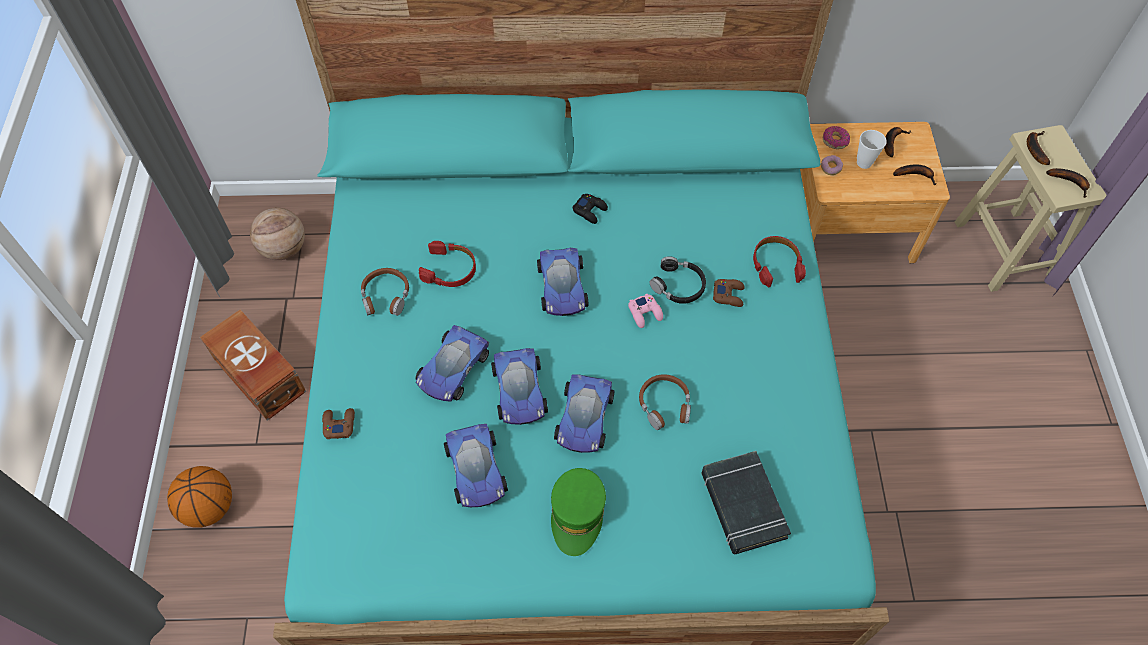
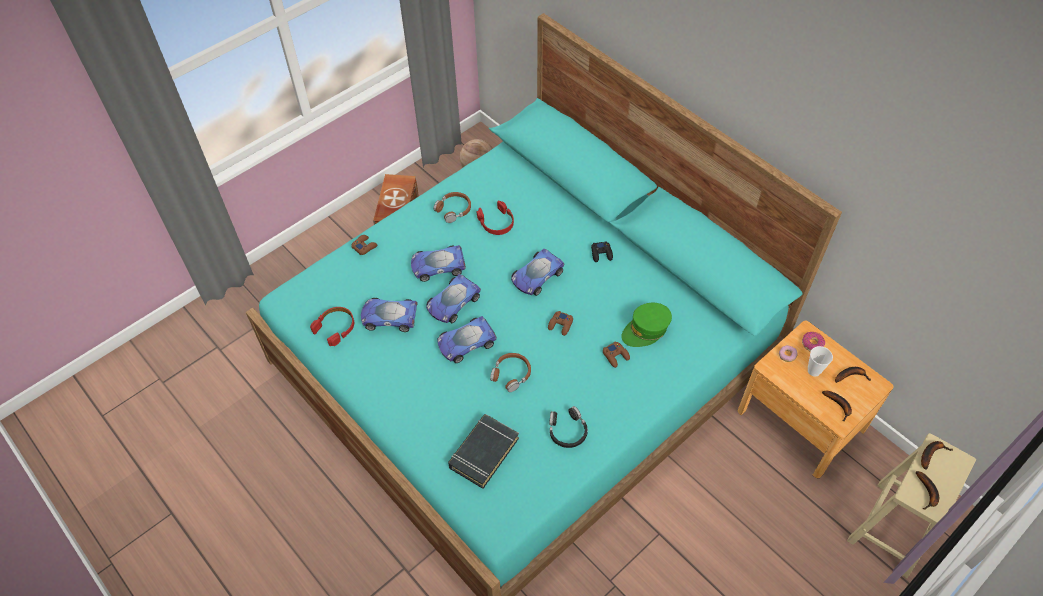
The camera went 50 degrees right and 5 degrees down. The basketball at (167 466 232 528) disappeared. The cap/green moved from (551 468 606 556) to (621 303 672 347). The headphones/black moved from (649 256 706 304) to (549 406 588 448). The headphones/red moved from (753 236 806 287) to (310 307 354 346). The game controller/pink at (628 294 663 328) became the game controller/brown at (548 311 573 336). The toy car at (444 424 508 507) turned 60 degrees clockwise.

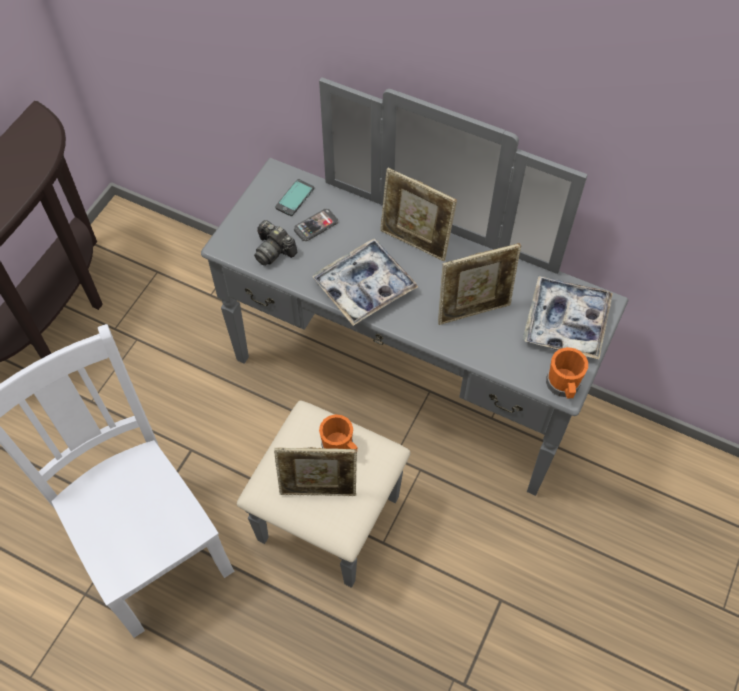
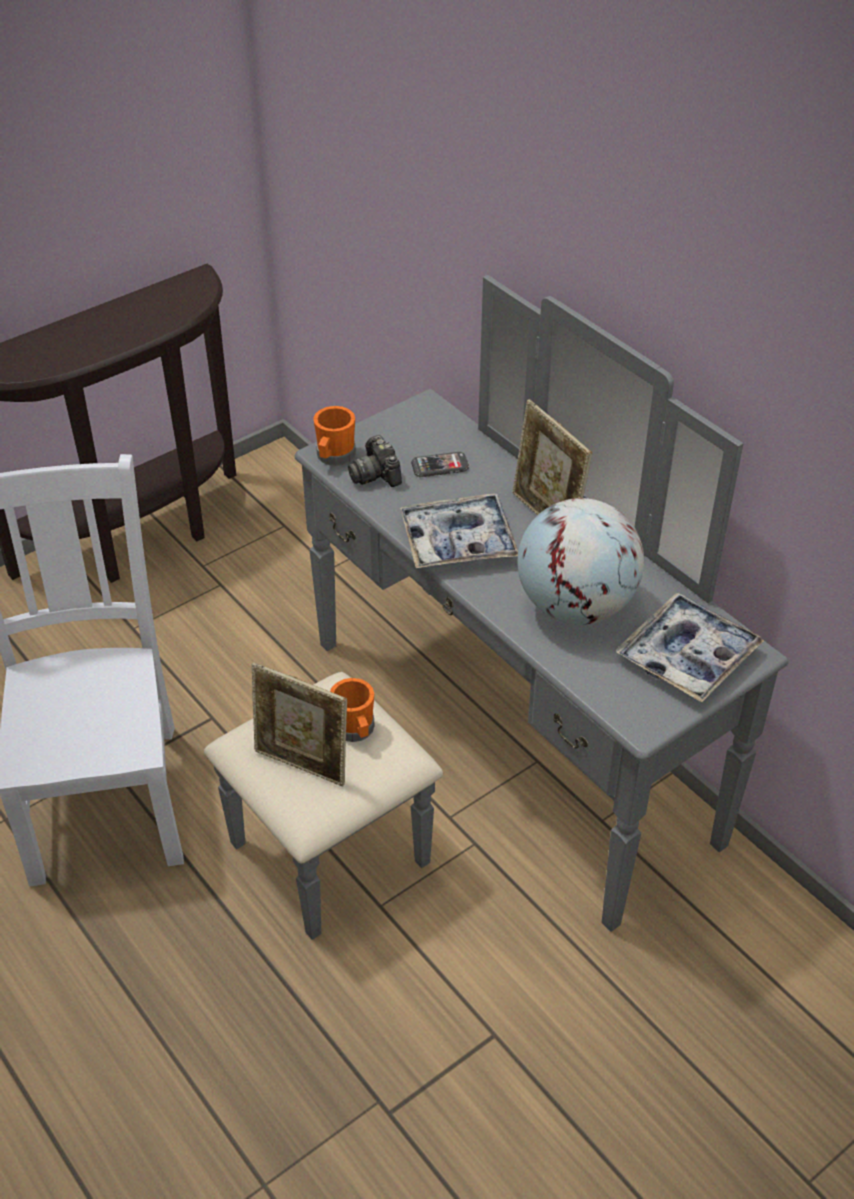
The camera went 25 degrees right and 15 degrees down. The phone at (275 179 314 216) disappeared. The mug/orange moved from (546 347 588 399) to (313 406 356 466). The picture frame at (438 243 521 325) was replaced by the globe at (517 498 644 625).

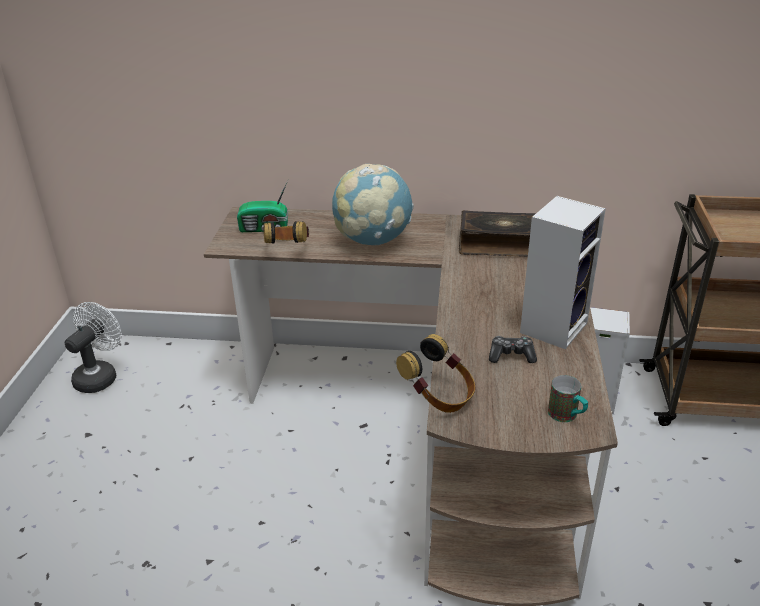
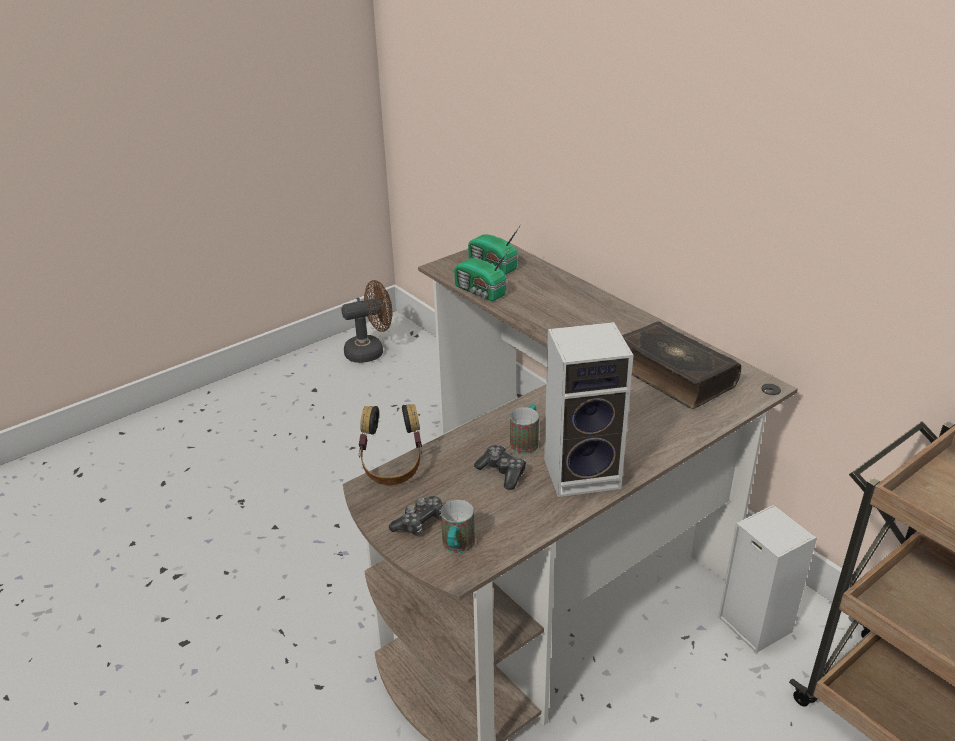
The camera went 45 degrees right and 0 degrees up. The globe at (332 164 414 245) disappeared. The game controller at (389 496 443 536) appeared. The mug at (510 404 539 454) appeared. The headphones at (264 221 309 244) was replaced by the radio at (454 248 510 301). The fan/white at (65 302 122 393) became the fan/brown at (341 280 392 363).

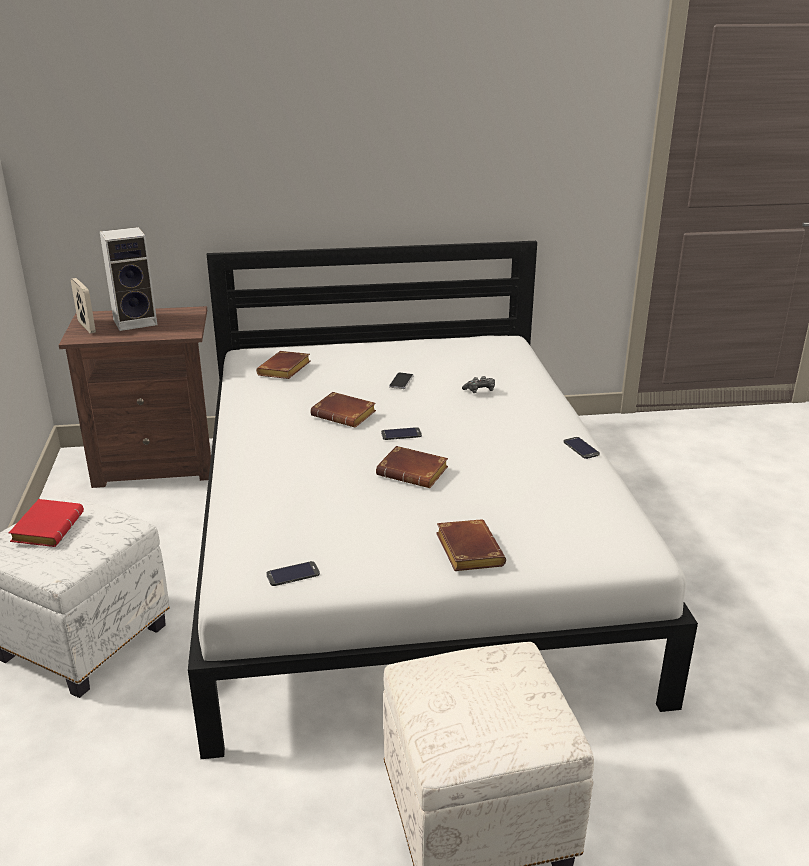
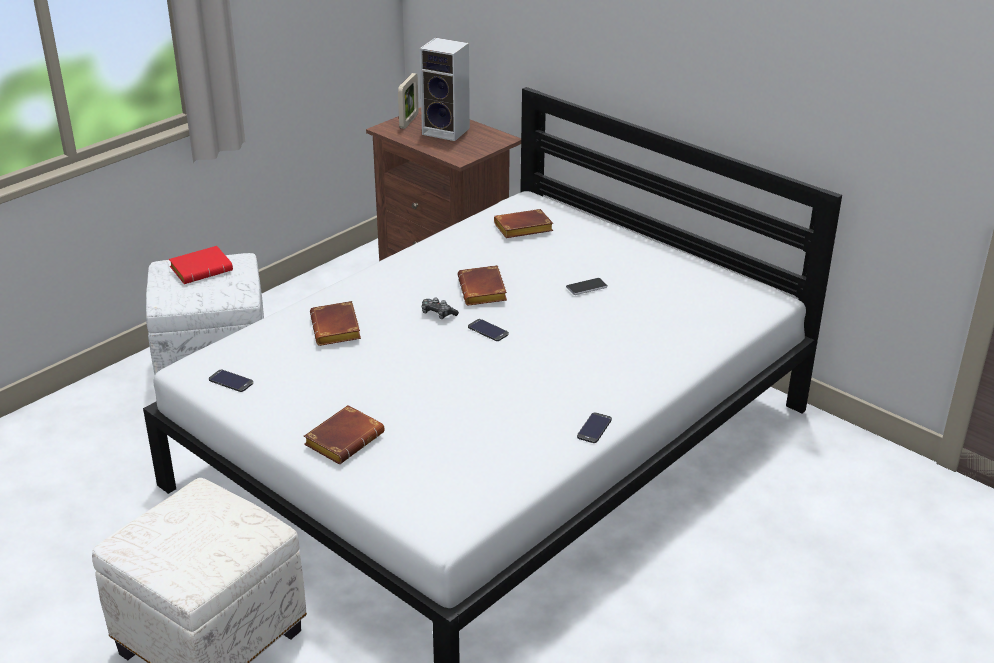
The camera went 50 degrees right and 5 degrees up. The book/brown moved from (376 446 448 488) to (310 301 361 346). The game controller moved from (462 376 495 393) to (422 297 459 319).

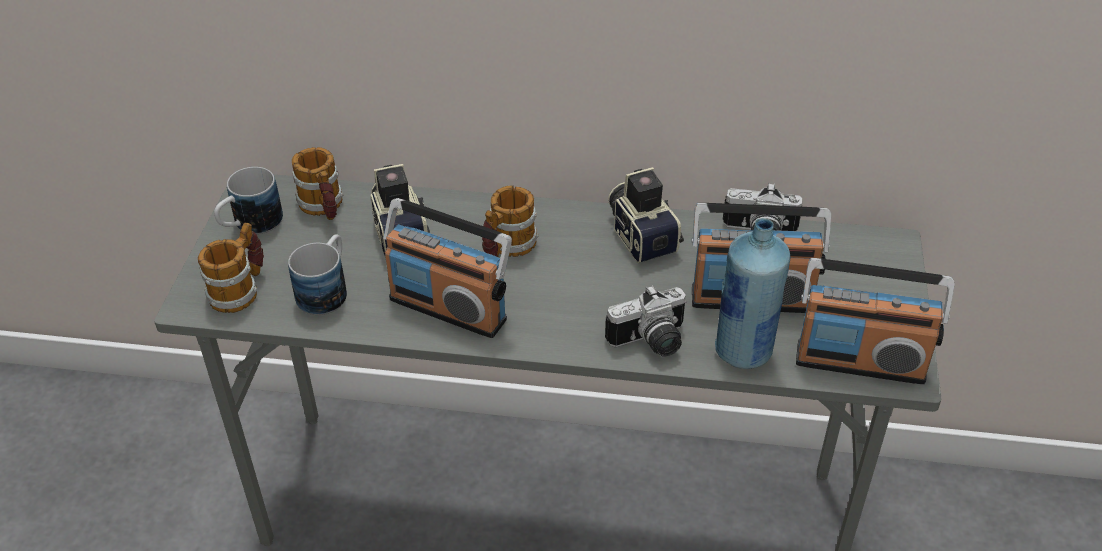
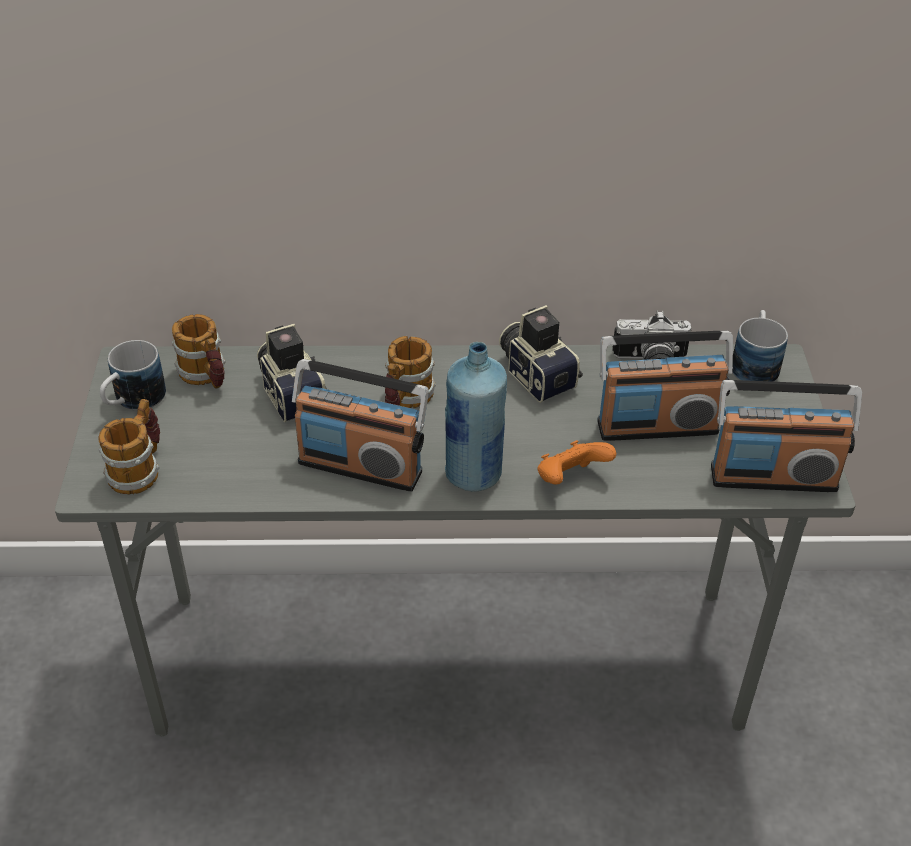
The camera went 10 degrees left and 0 degrees up. The mug moved from (288 234 347 315) to (733 310 788 382). The bottle/blue moved from (715 218 790 369) to (445 342 507 492). The photo camera at (605 285 686 357) was replaced by the game controller/orange at (538 440 616 485).

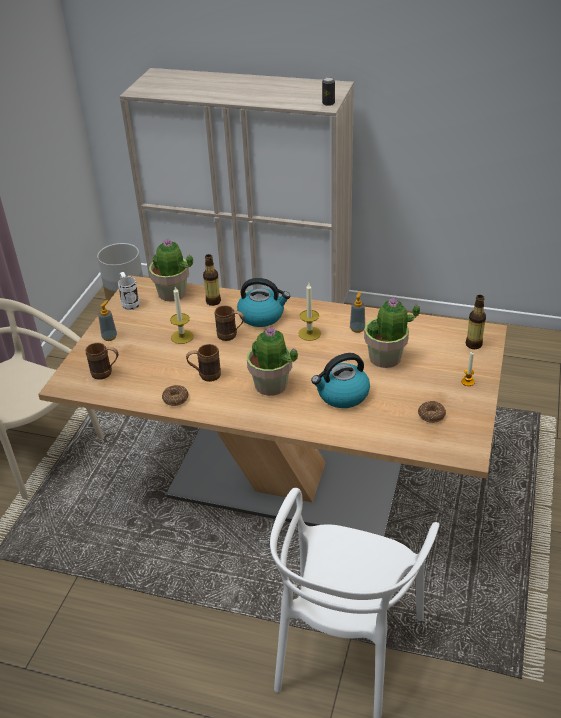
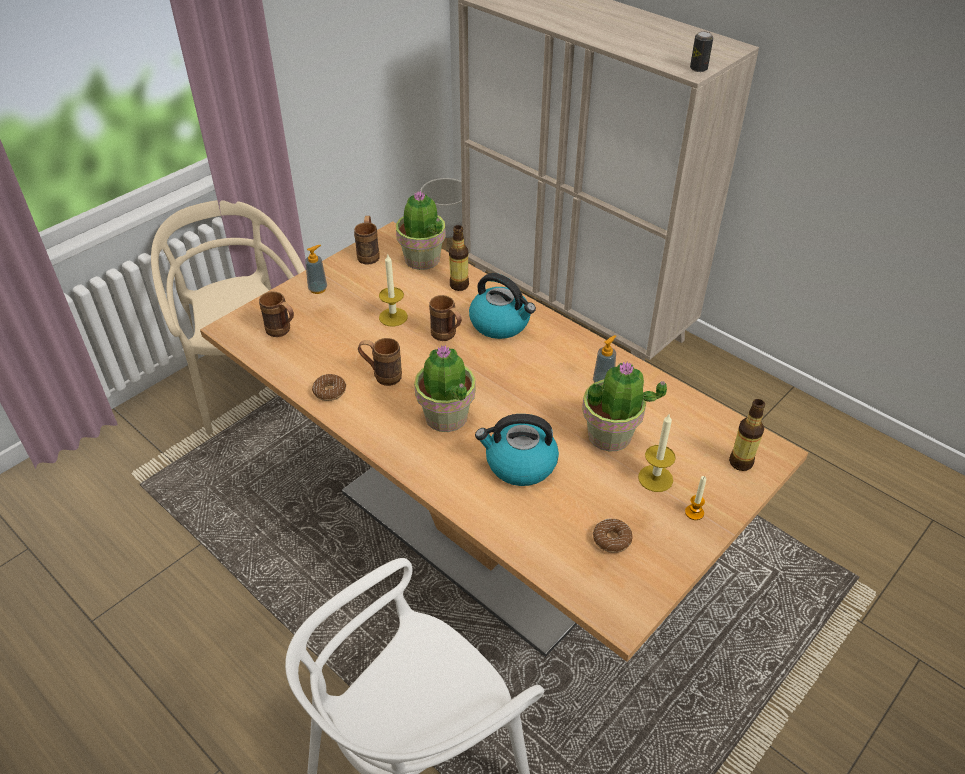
The camera went 25 degrees right and 5 degrees up. The candle moved from (298 283 321 341) to (638 413 676 492). The mug/white at (118 272 140 310) became the mug/brown at (354 216 380 265).

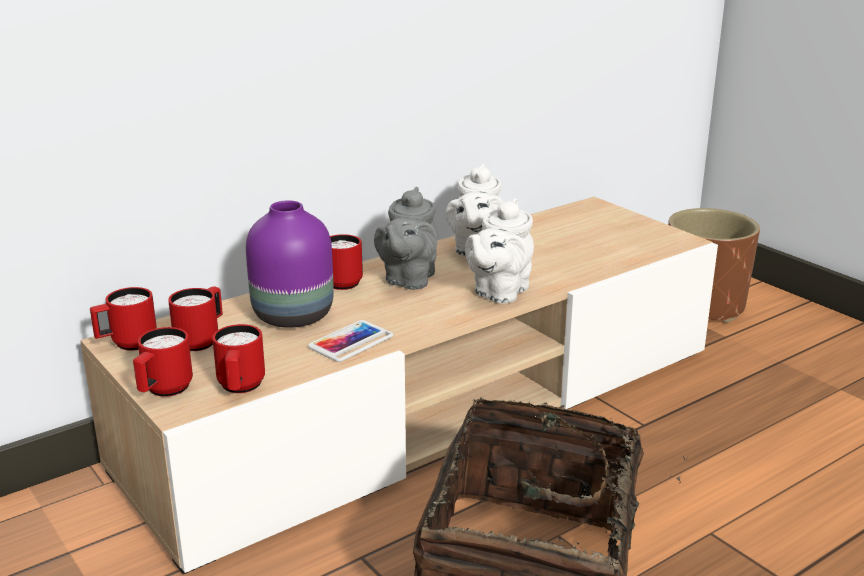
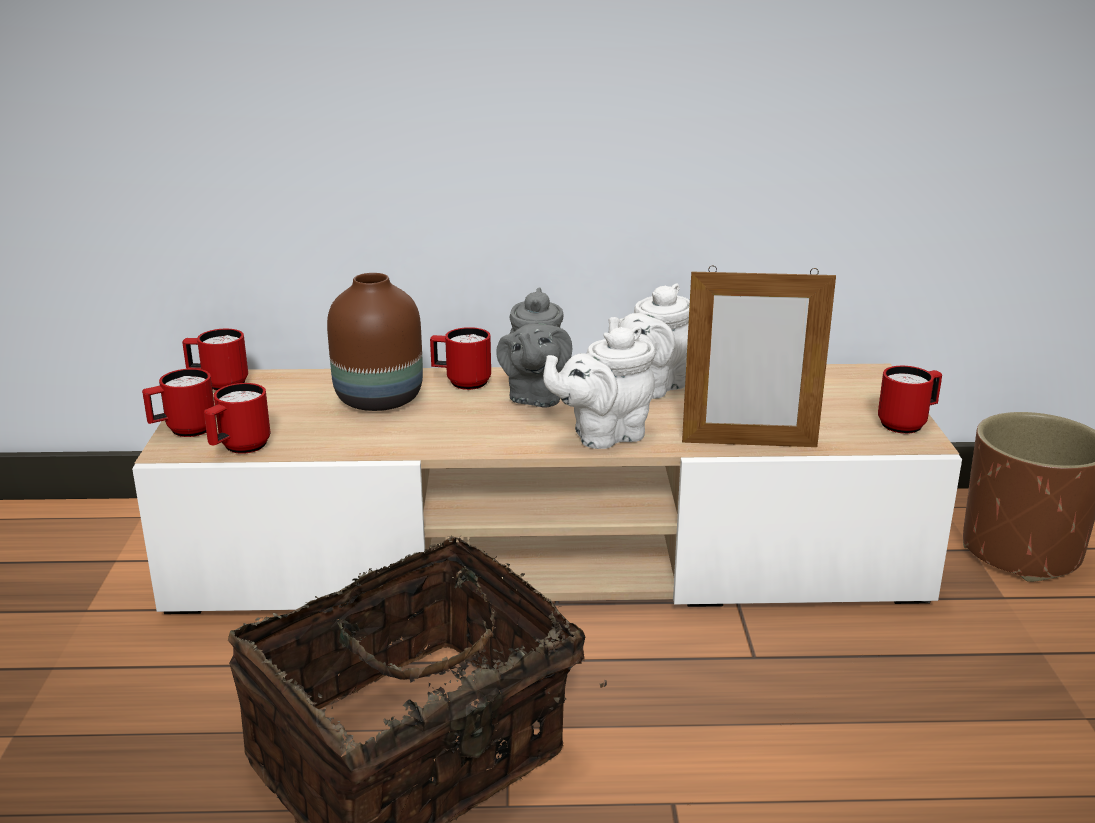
The camera went 35 degrees right and 0 degrees up. The phone at (308 320 393 362) disappeared. The picture frame at (682 265 836 447) appeared. The mug/red moved from (168 286 223 351) to (878 366 942 434). The vase/purple at (246 201 334 328) became the vase/brown at (327 273 423 411). The teapot/grey at (374 187 438 290) turned 45 degrees counterclockwise.

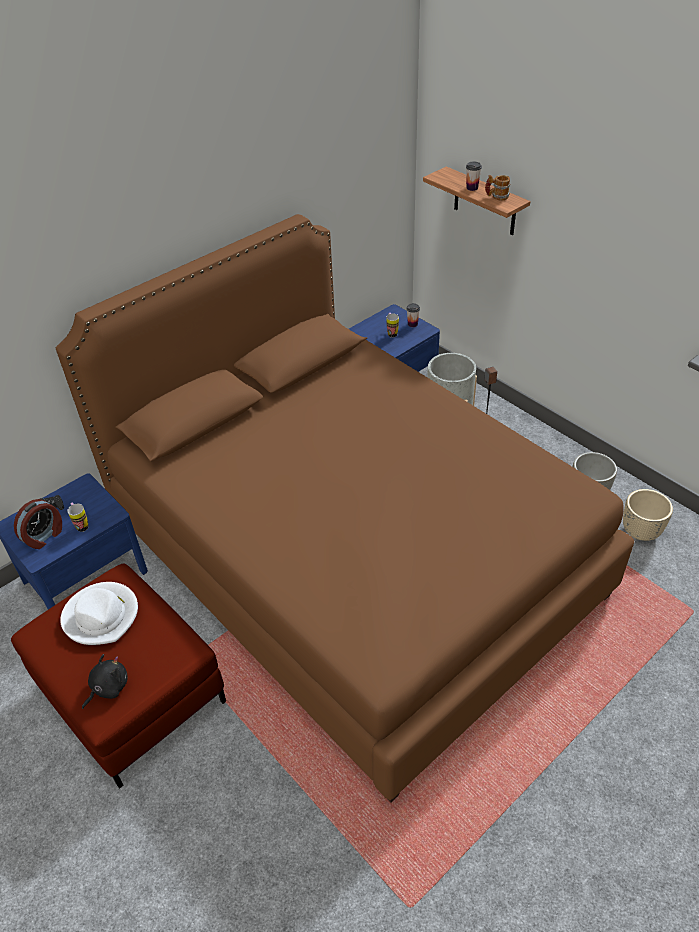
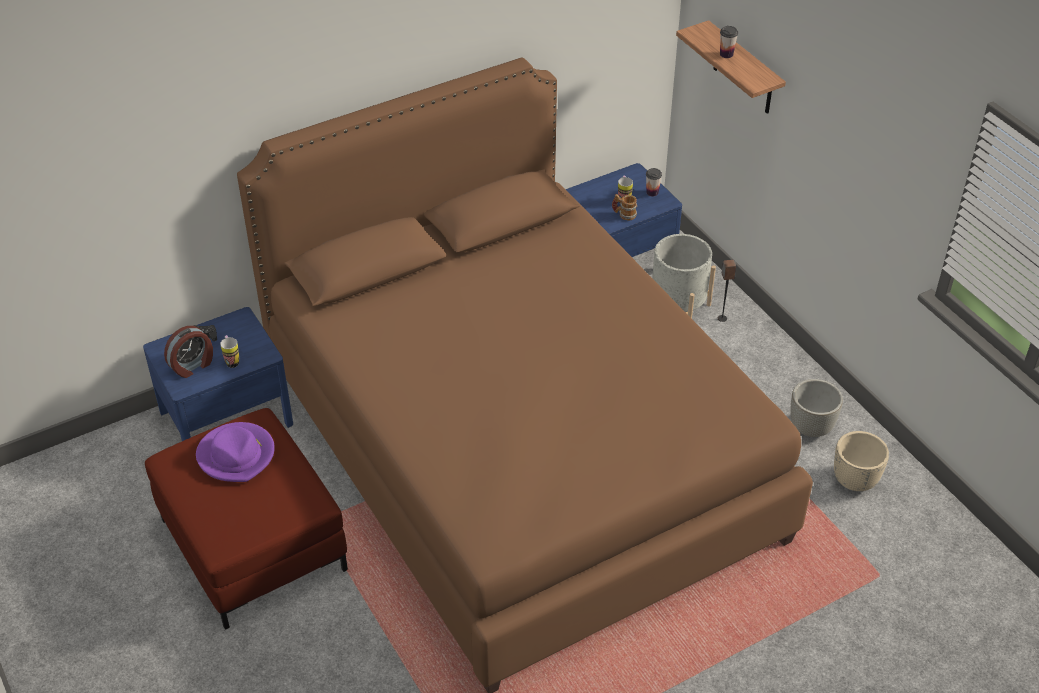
The camera went 10 degrees right and 0 degrees up. The plush toy/black at (82 654 128 709) disappeared. The mug moved from (485 175 510 201) to (612 194 637 221). The hat/white at (60 582 138 645) became the hat/purple at (196 422 275 482).

